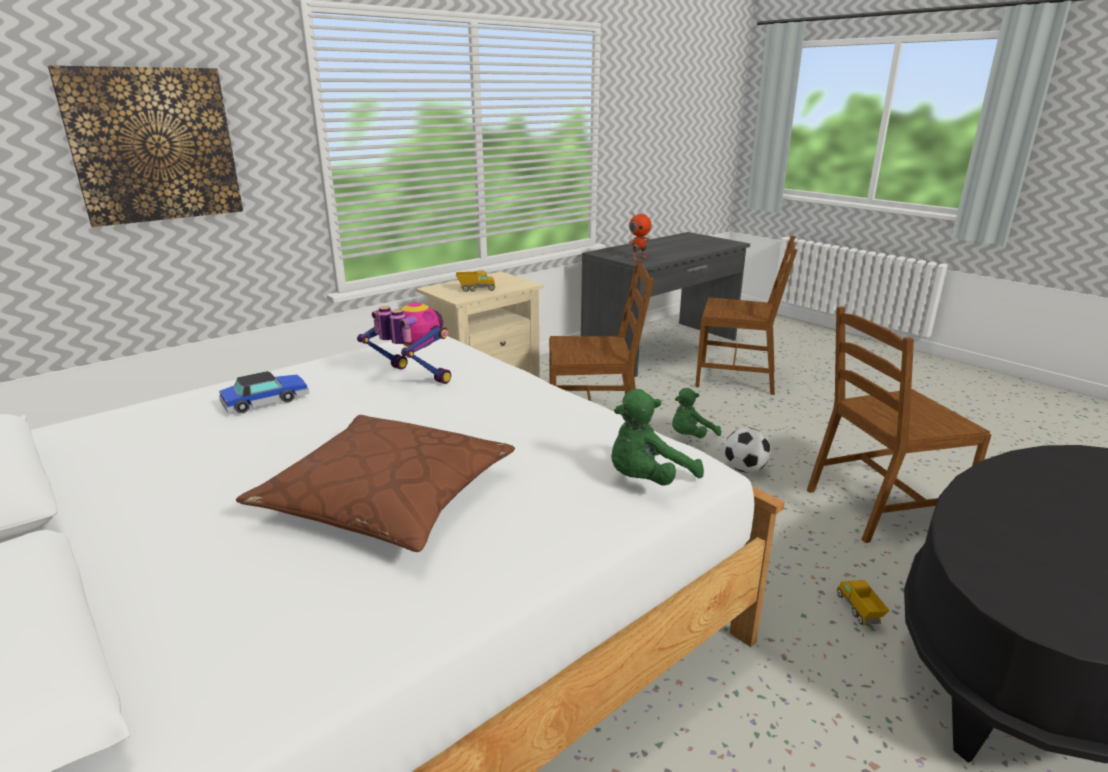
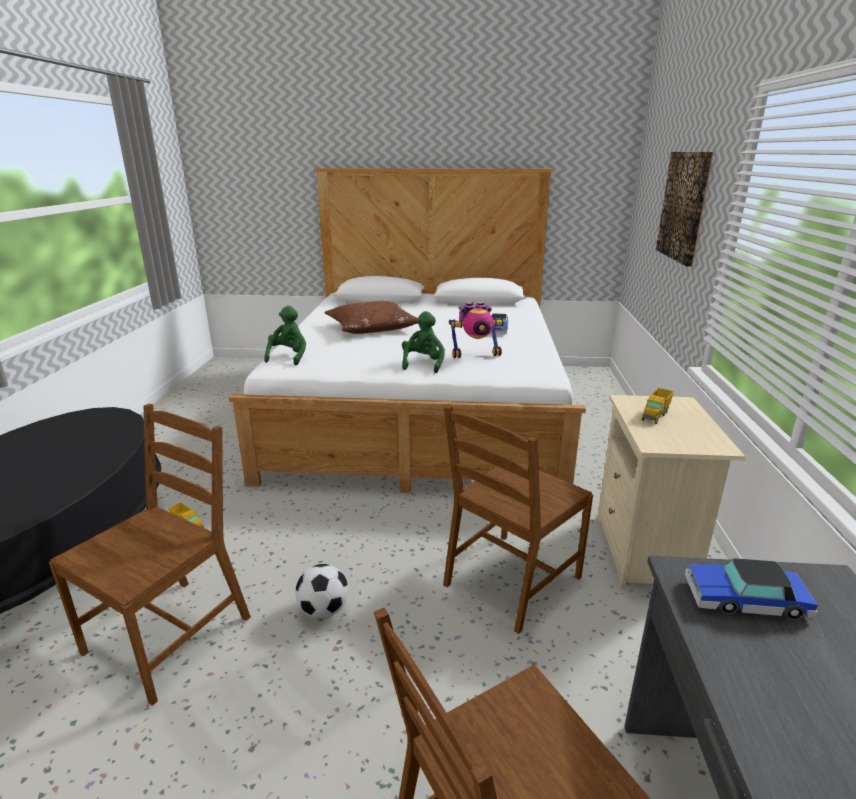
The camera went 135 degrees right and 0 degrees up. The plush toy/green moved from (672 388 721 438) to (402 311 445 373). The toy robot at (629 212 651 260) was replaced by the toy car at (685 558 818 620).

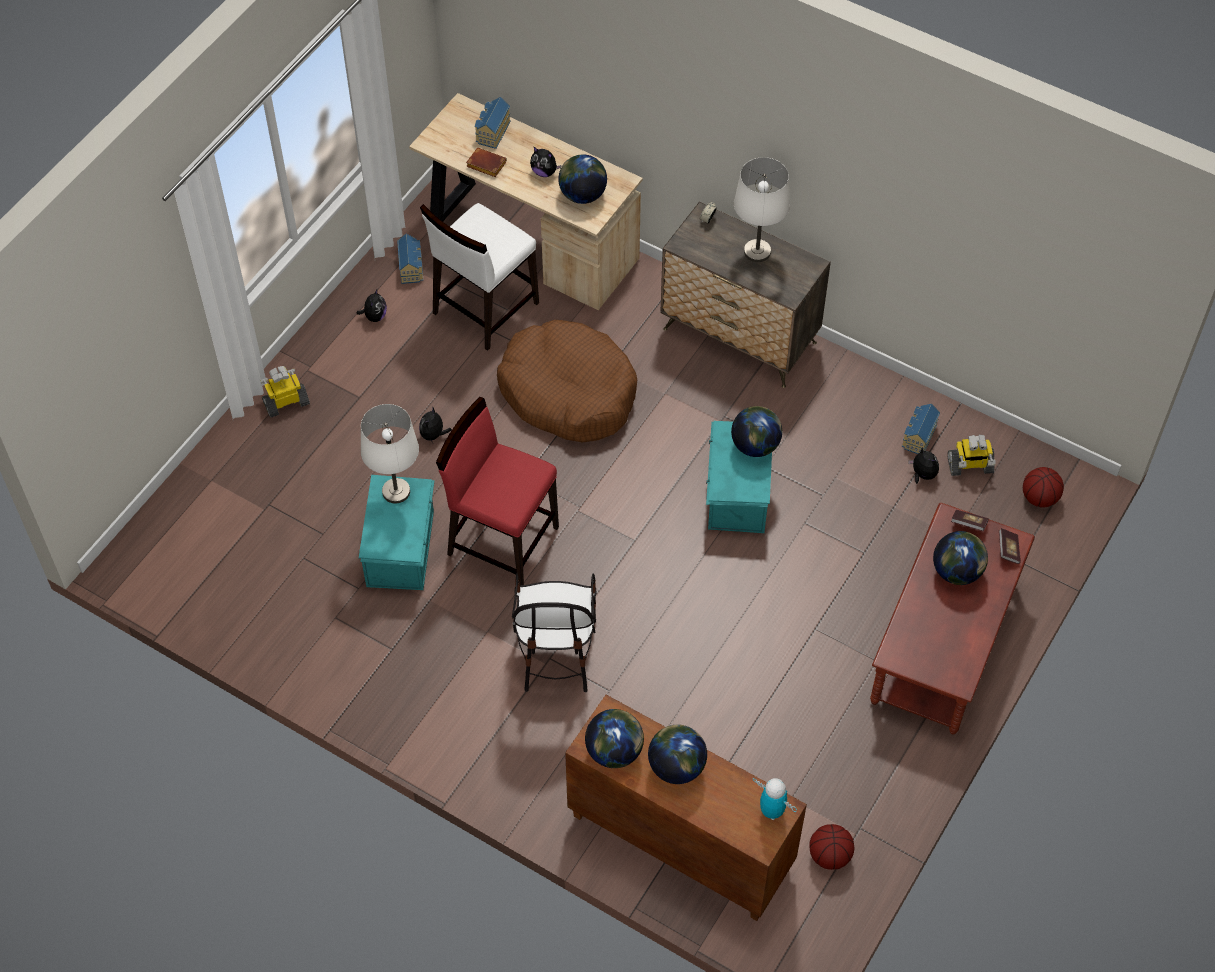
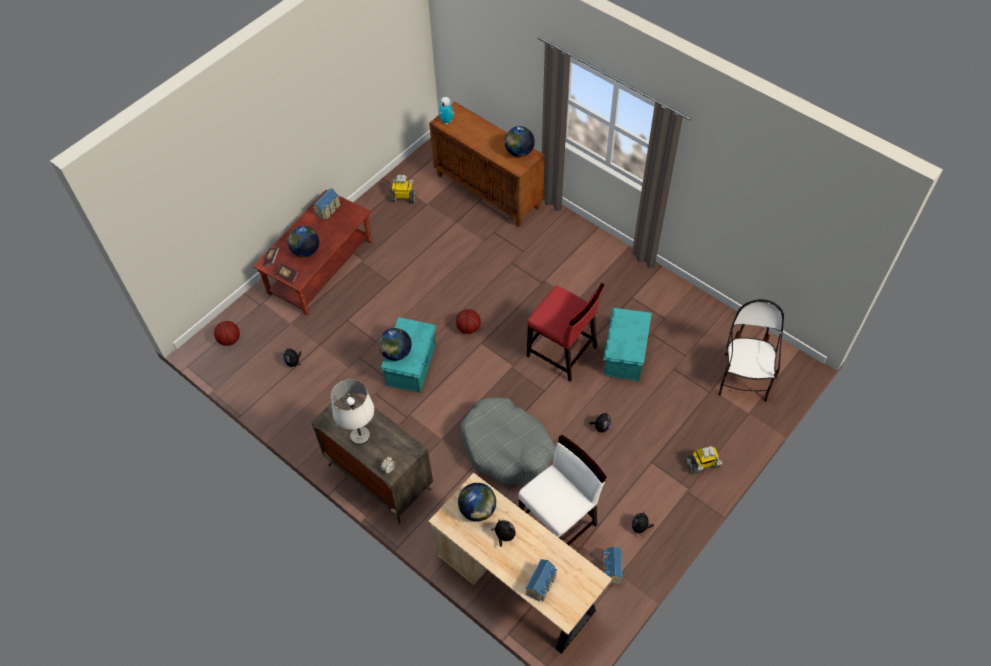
The camera went 170 degrees left and 0 degrees up. The table lamp/white at (361 404 419 503) disappeared. The book/brown at (466 148 507 177) disappeared. The globe at (648 725 707 784) disappeared. The chair moved from (512 573 596 692) to (719 299 784 401). The basketball moved from (809 824 854 870) to (456 309 481 334). The toy house moved from (902 404 940 454) to (312 188 341 220). The toy robot moved from (948 435 996 476) to (390 175 416 203). The dog bed/brown at (497 320 637 443) became the dog bed/grey at (461 398 556 485).

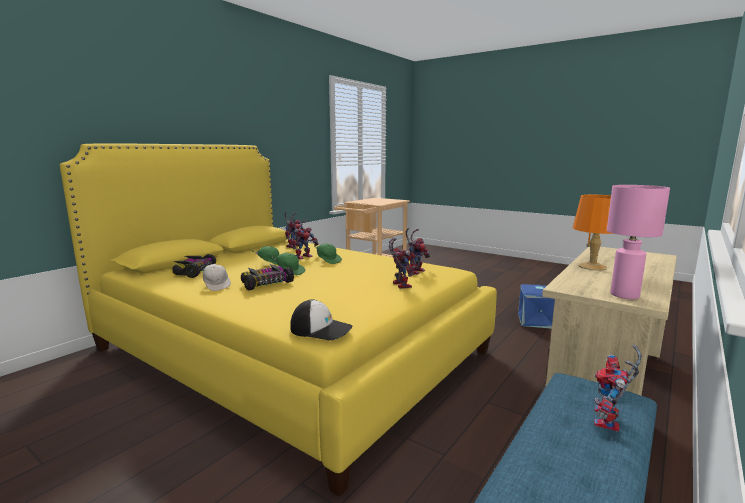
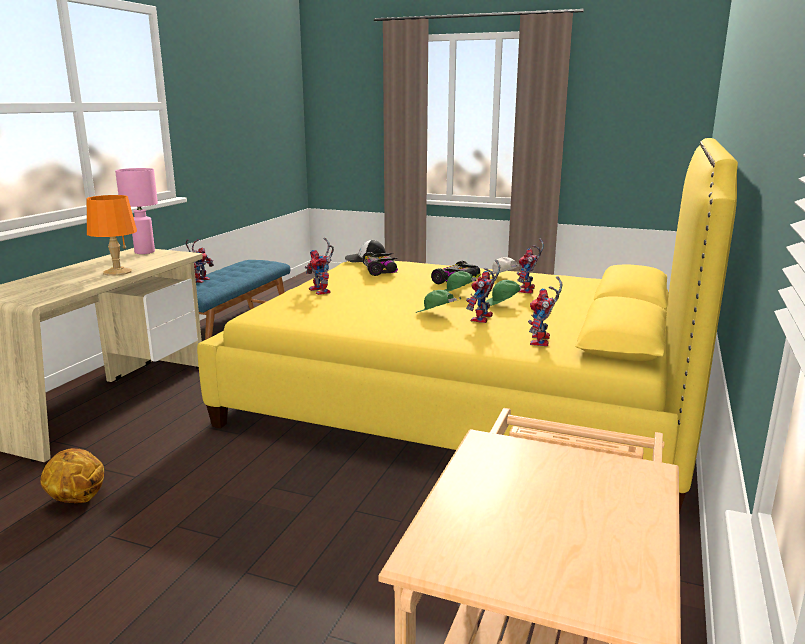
The camera went 165 degrees right and 5 degrees up. The toy car moved from (172 254 216 278) to (362 252 398 276). The toy robot moved from (406 228 430 275) to (517 238 544 293). The storage box/blue at (518 284 555 329) was replaced by the basketball at (40 448 104 503).

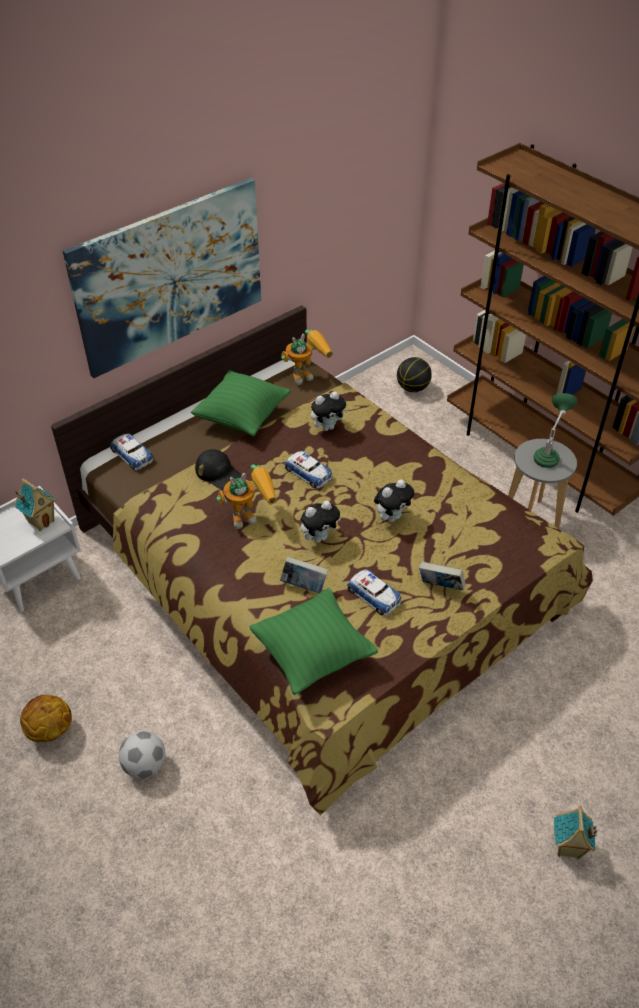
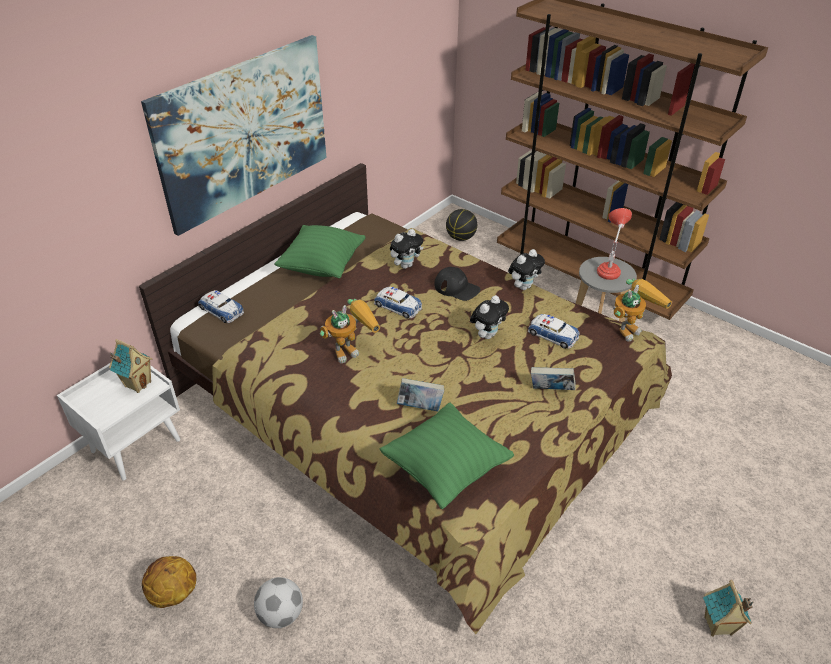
The camera went 10 degrees left and 5 degrees down. The cap/black moved from (195 449 242 489) to (434 267 480 301). The toy robot moved from (281 330 333 385) to (613 279 672 342). The plush toy moved from (301 501 341 543) to (508 249 545 290). The toy car moved from (346 569 401 616) to (528 314 580 349). The table lamp/green at (534 393 577 468) became the table lamp/red at (597 208 632 280).

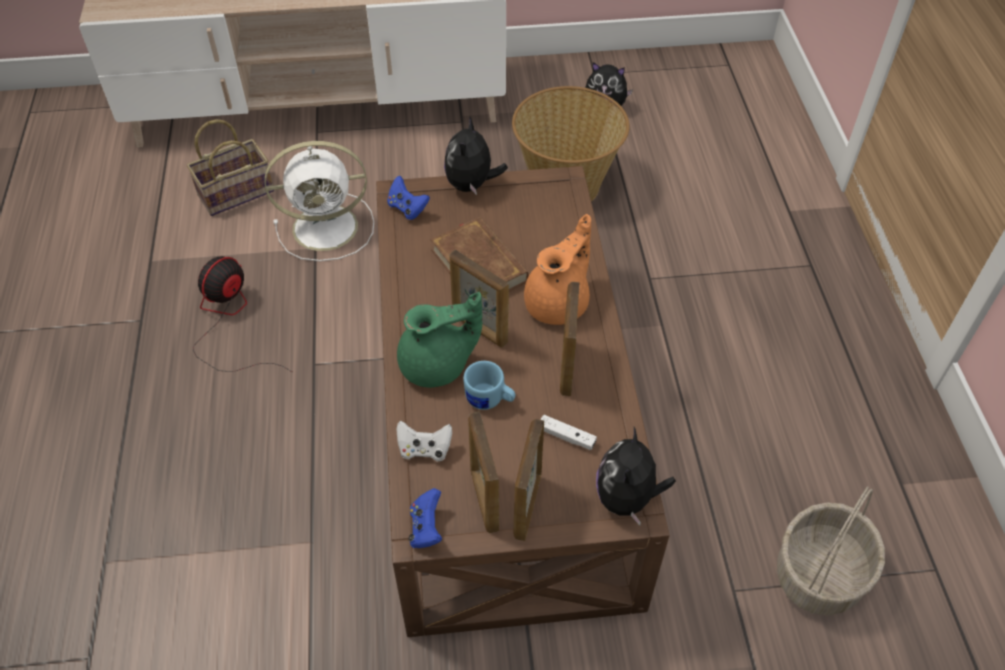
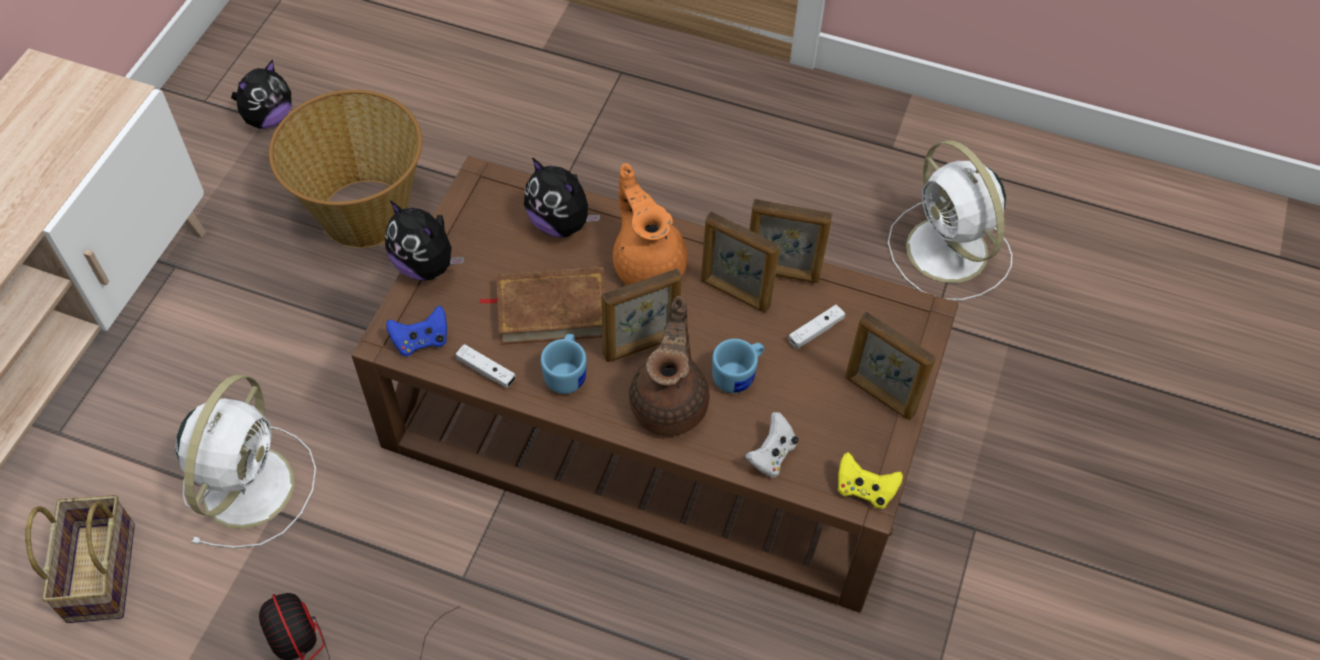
The camera went 65 degrees left and 5 degrees up. The game controller/white at (456 344 516 388) appeared. The mug/blue at (541 334 587 394) appeared. The picture frame moved from (468 411 499 533) to (749 199 833 283). The plush toy moved from (596 427 676 525) to (524 158 600 238). The basket at (777 486 885 615) was replaced by the fan/white at (888 140 1012 301). The teapot/green at (397 292 482 388) became the teapot/brown at (629 296 710 436). The game controller/blue at (409 488 442 548) became the game controller/yellow at (838 452 903 509).

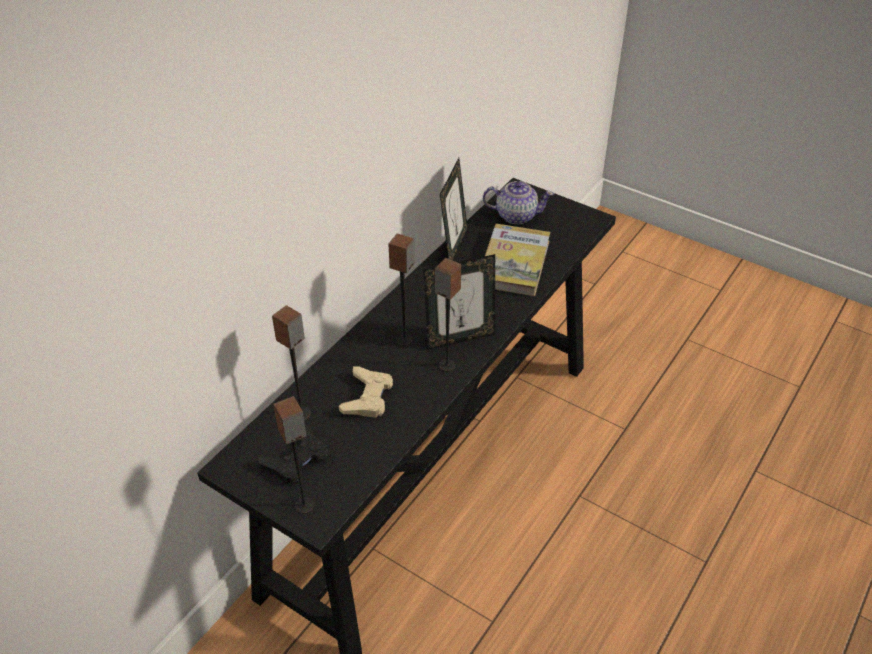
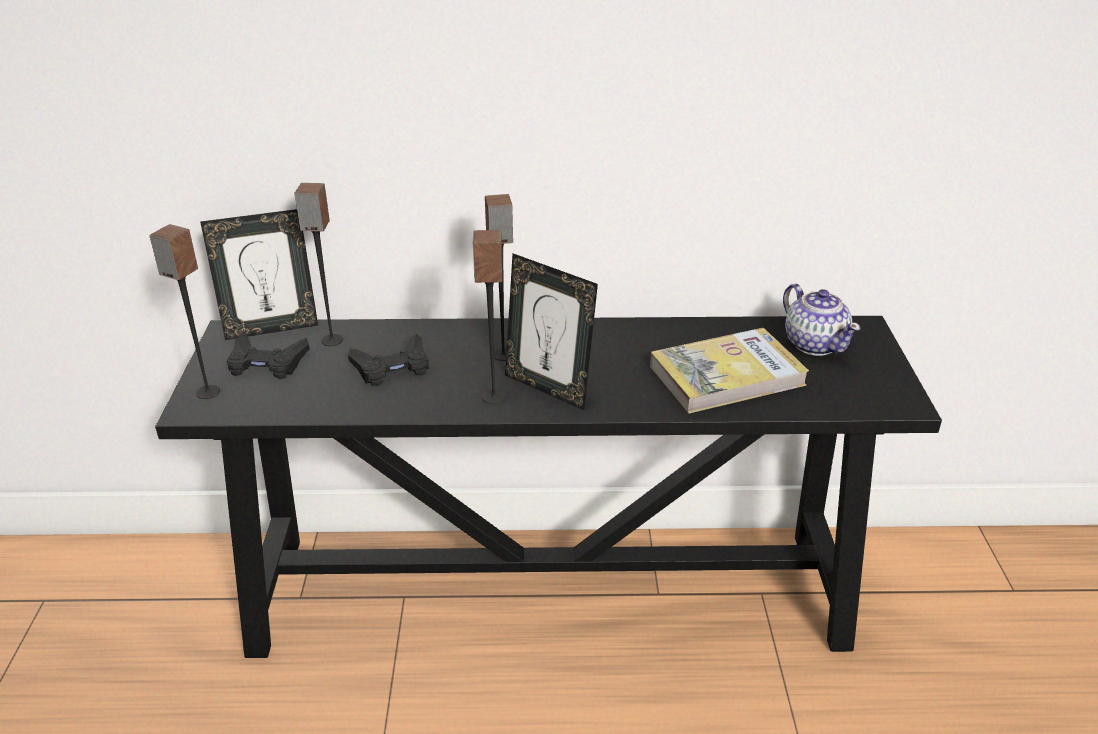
The camera went 55 degrees right and 10 degrees down. The picture frame moved from (440 158 468 260) to (200 209 318 340). The game controller/beige at (339 366 393 418) became the game controller/black at (348 334 429 386).

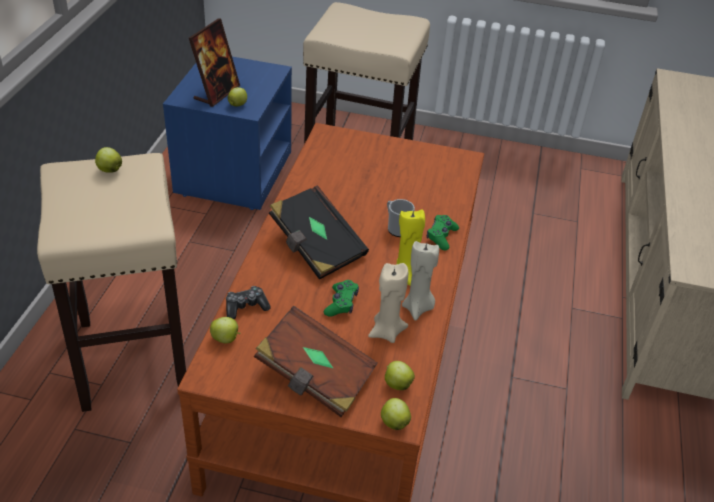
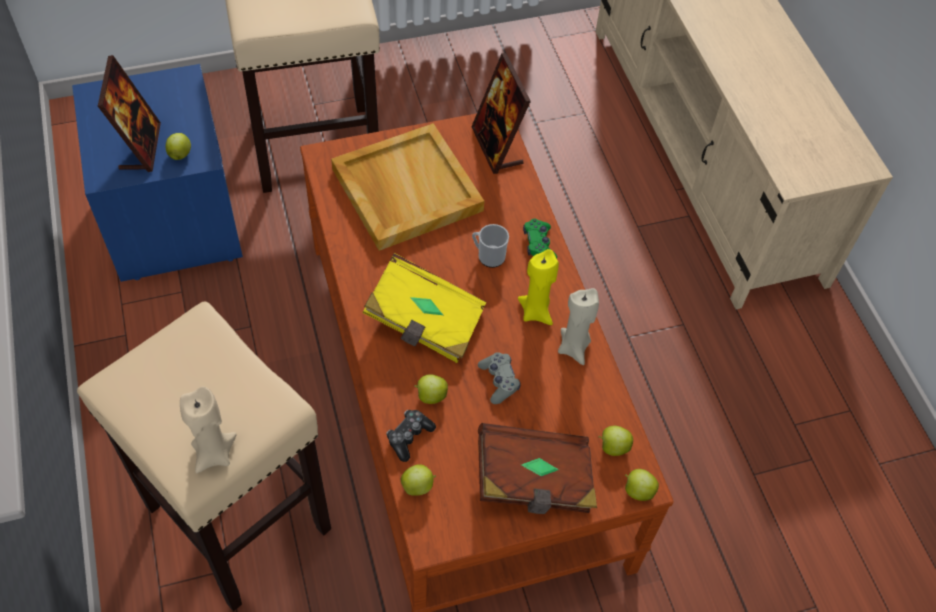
The camera went 30 degrees left and 15 degrees up. The tray/beige at (331 123 484 251) appeared. The picture frame at (471 53 531 174) appeared. The apple moved from (95 147 122 173) to (414 374 448 404). The candle/beige moved from (368 263 408 343) to (180 387 237 473). The book/black at (269 186 369 280) became the book/yellow at (362 253 486 363). The game controller/green at (324 280 359 317) became the game controller/grey at (478 352 521 404).

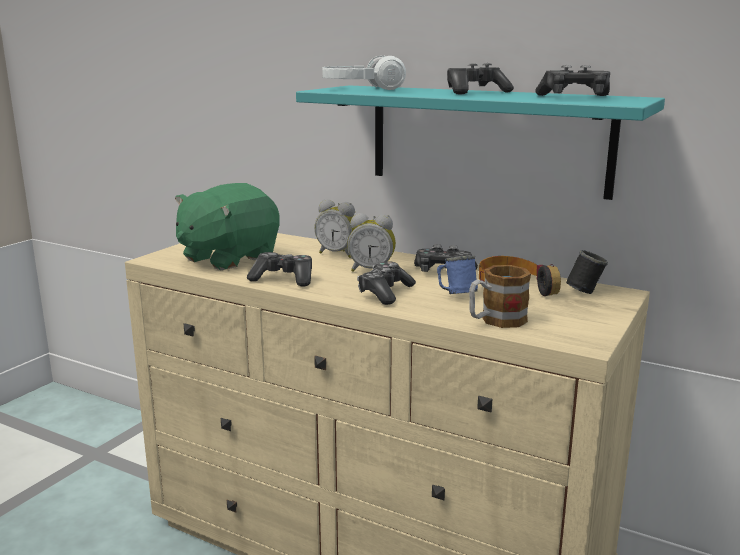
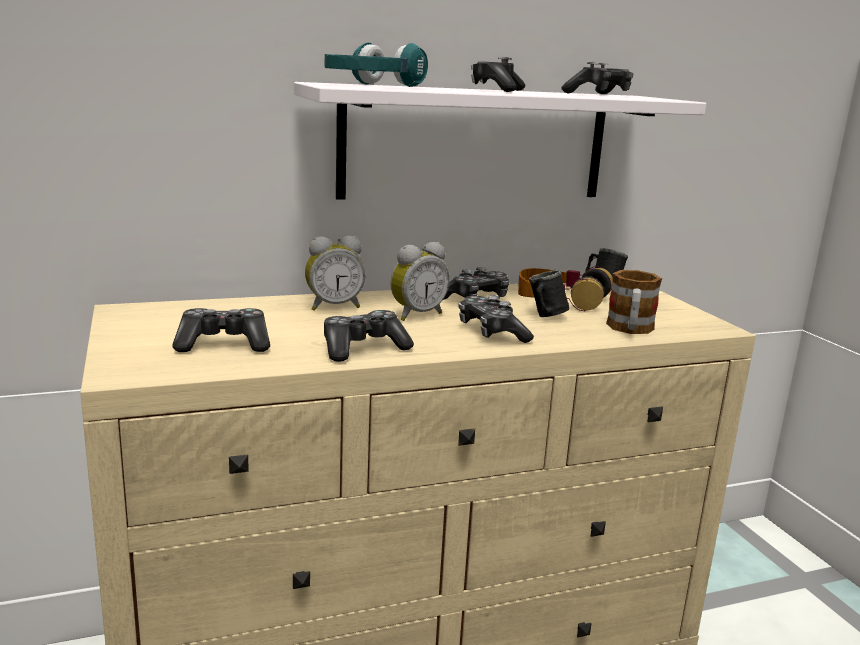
The camera went 50 degrees left and 0 degrees up. The plush toy/green at (175 183 280 270) was replaced by the game controller at (172 308 270 352). The shelf/turquoise at (296 85 665 200) became the shelf/white at (294 82 706 200). The headphones/white at (322 55 406 90) became the headphones/turquoise at (324 42 428 87). The mug/blue at (437 255 478 294) became the mug/black at (529 270 569 317).

